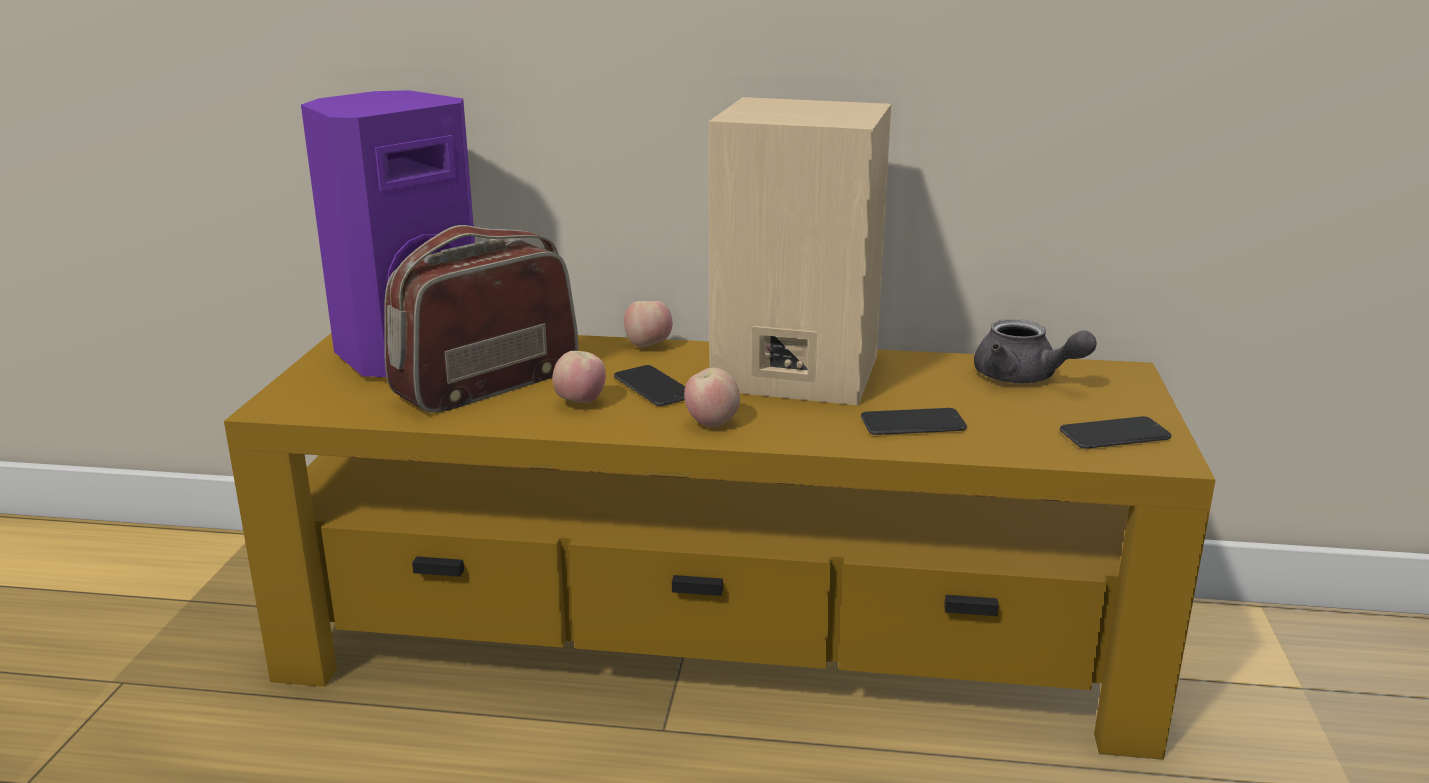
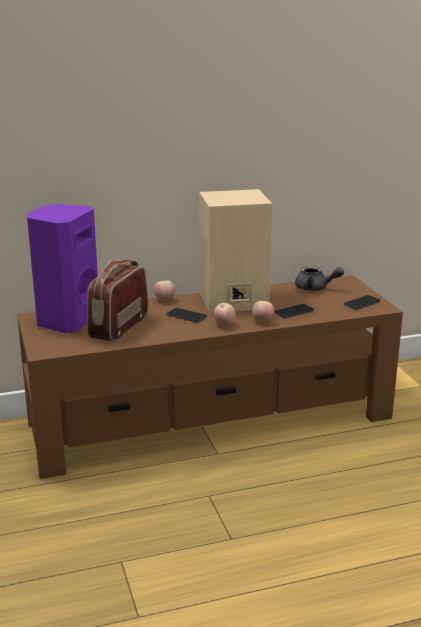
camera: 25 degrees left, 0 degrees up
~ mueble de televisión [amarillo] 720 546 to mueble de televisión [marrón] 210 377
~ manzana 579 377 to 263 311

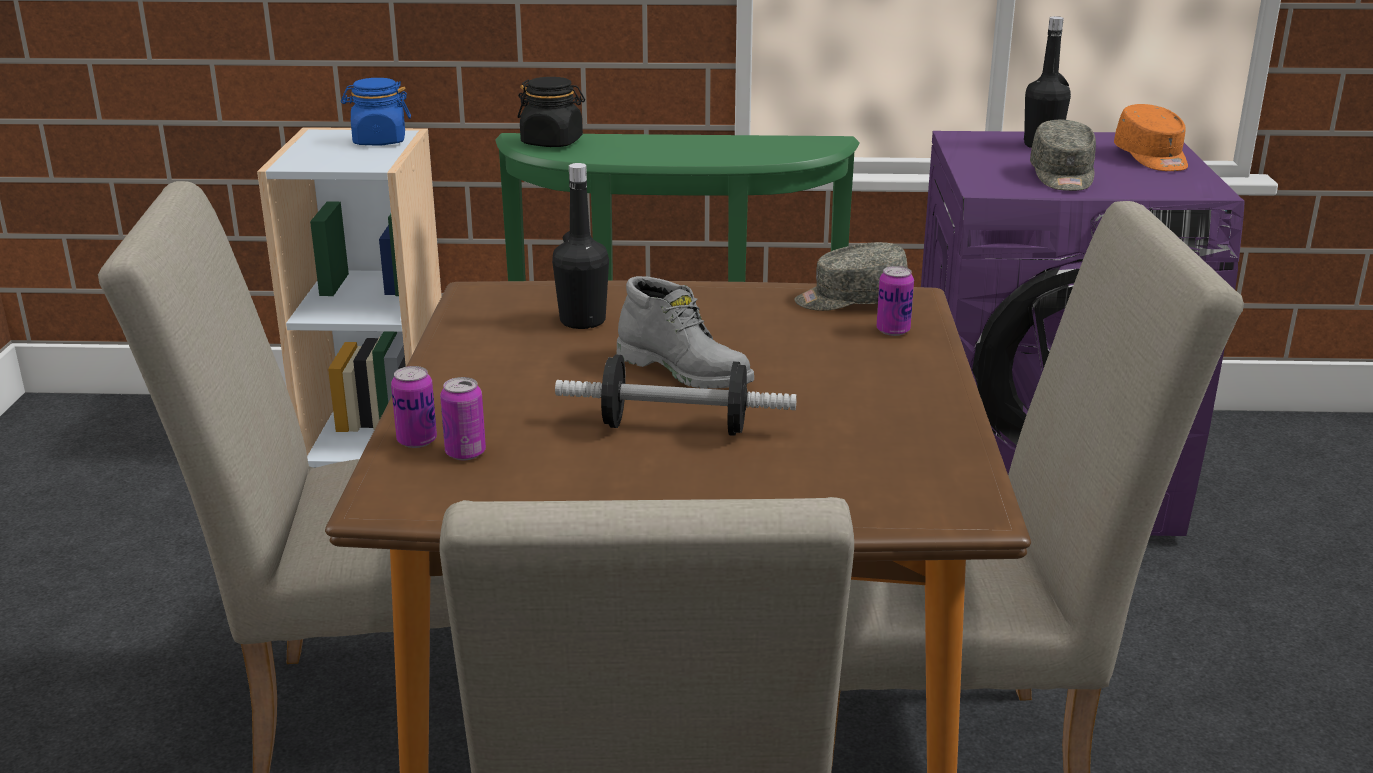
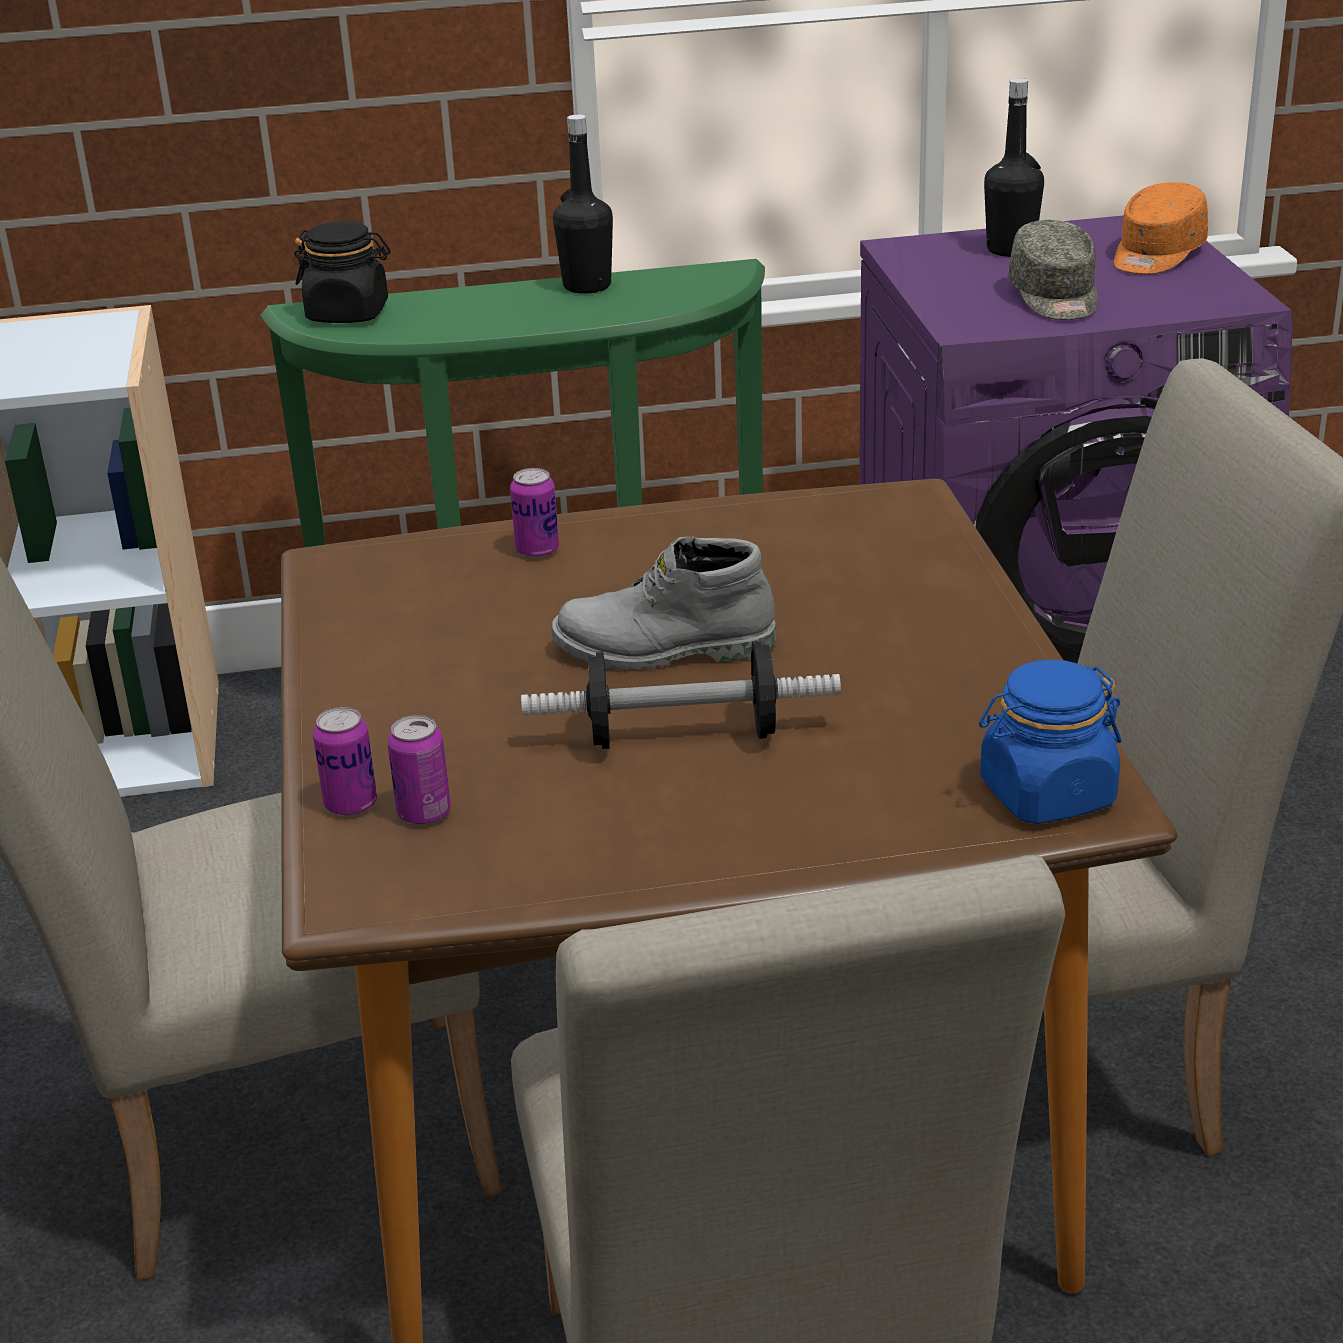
camera: 10 degrees left, 5 degrees up
~ lata 895 301 to 534 513
~ bota [gris] 685 332 = 663 603 150 degrees clockwise
~ botella [negro] 580 246 to 583 204
~ tarro [azul] 376 112 to 1050 741
~ gorra [naranja] 1151 137 = 1161 228 60 degrees clockwise
- gorra [gris] 851 276

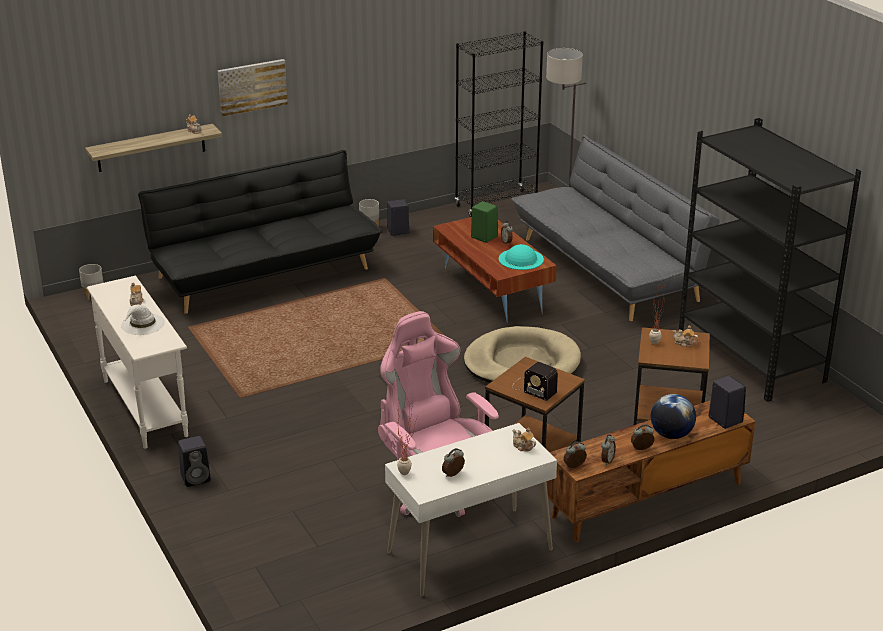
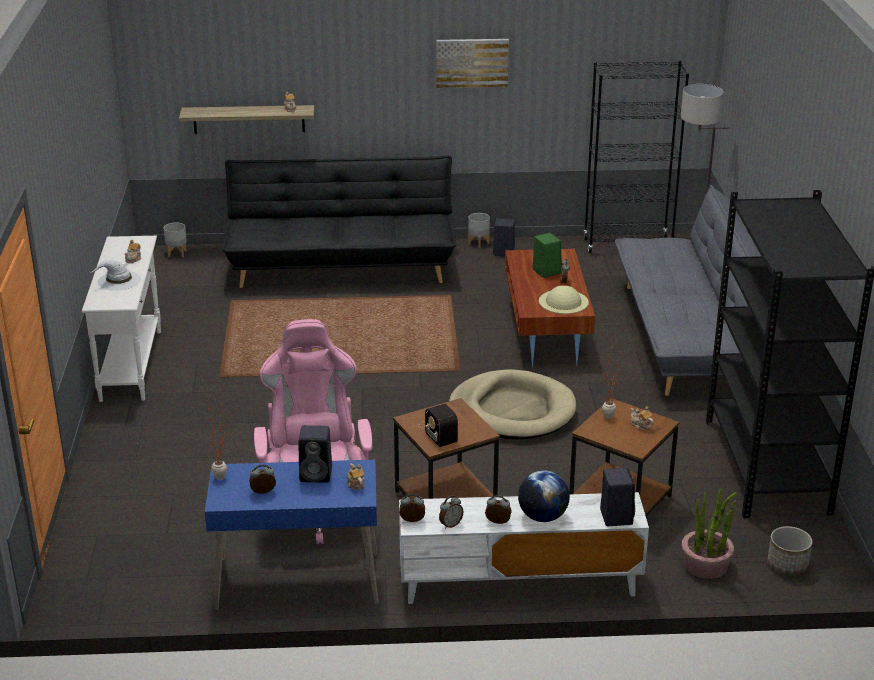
camera: 25 degrees right, 0 degrees up
~ escritorio [blanco] 471 510 to escritorio [azul] 292 535
~ altavoz [negro] 194 461 to 315 454
~ mueble de televisión [marrón] 650 471 to mueble de televisión [blanco] 524 548
~ cuadro 252 87 to 472 63
~ sombrero [turquesa] 521 257 to sombrero [beis] 564 299
+ planta en maceta 709 533
+ maceta 789 550

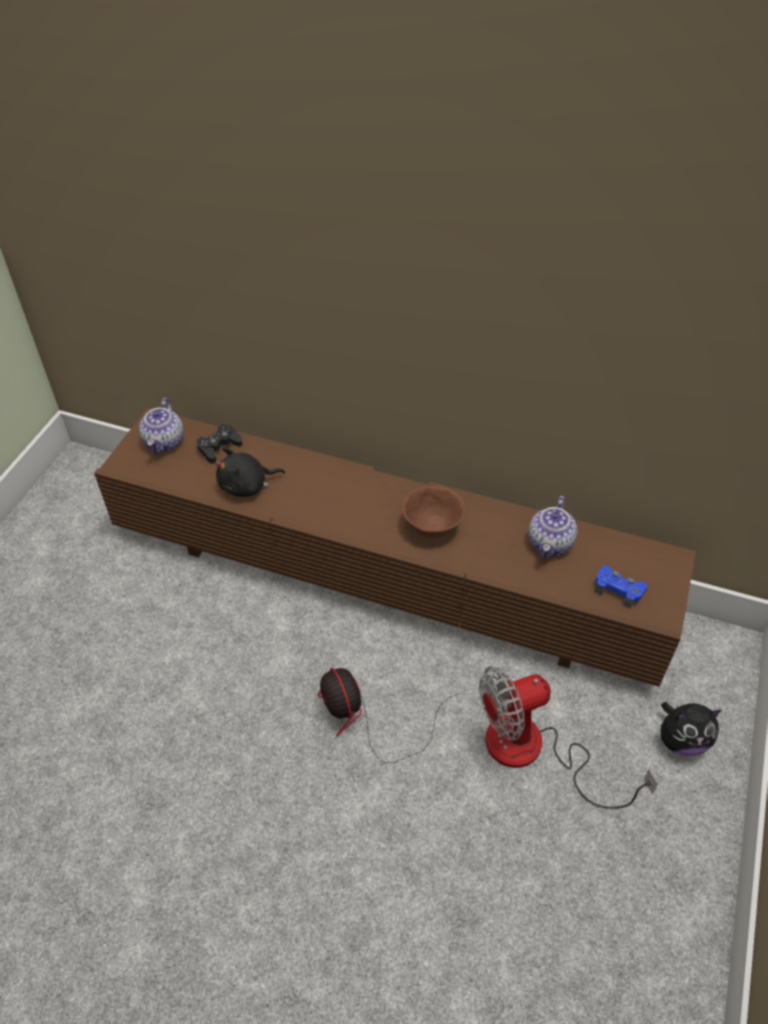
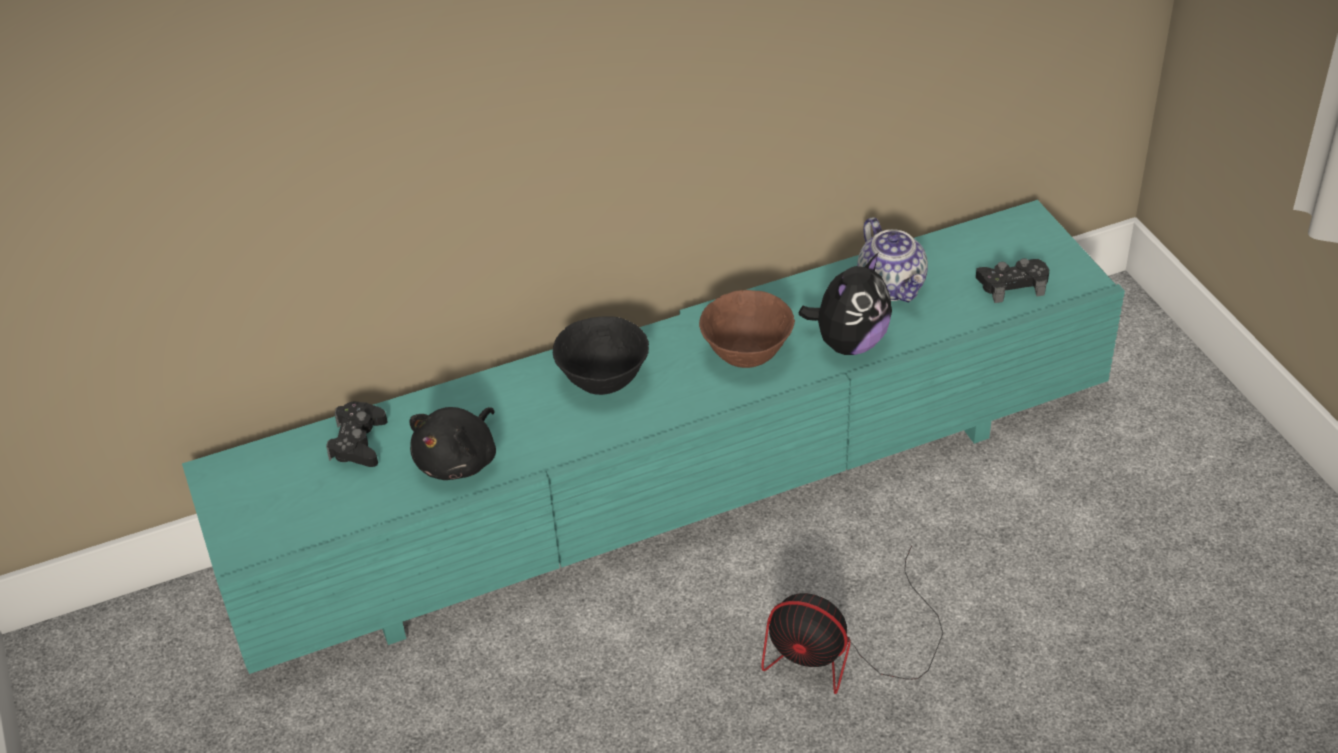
camera: 40 degrees left, 5 degrees down
~ mueble de televisión [marrón] 395 547 to mueble de televisión [turquesa] 653 437
+ cuenco [negro] 601 355
~ peluche 691 729 to 845 304
~ mando de consola [azul] 621 587 to mando de consola [negro] 1012 280
- tetera 161 426
- ventilador 568 737

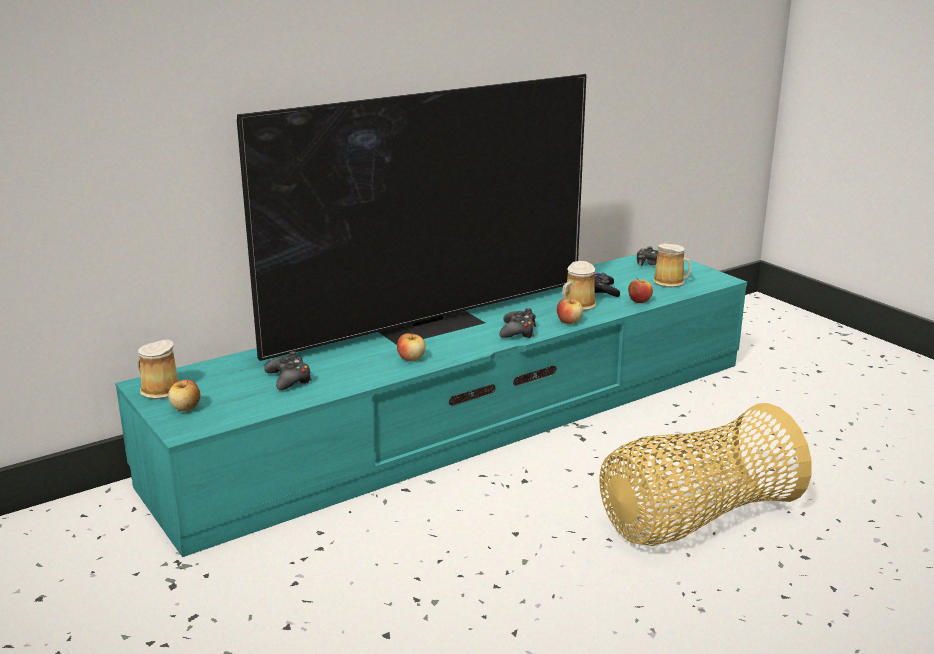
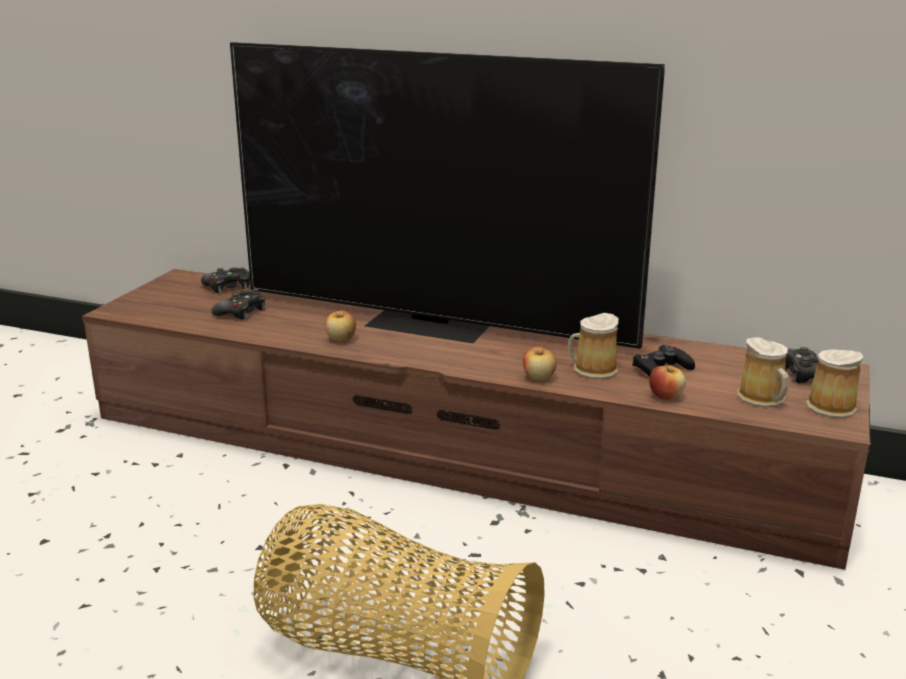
camera: 55 degrees right, 0 degrees up
~ mueble de televisión [turquesa] 431 403 to mueble de televisión [marrón] 476 419
~ mando de consola [negro] 517 323 to 225 280
~ taza grande 157 369 to 834 384
- manzana 184 395

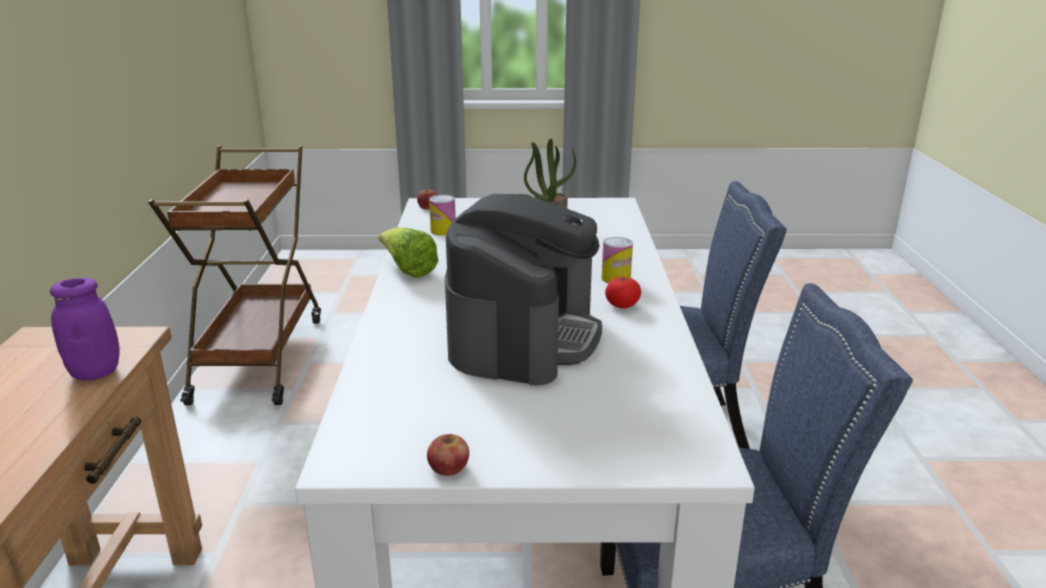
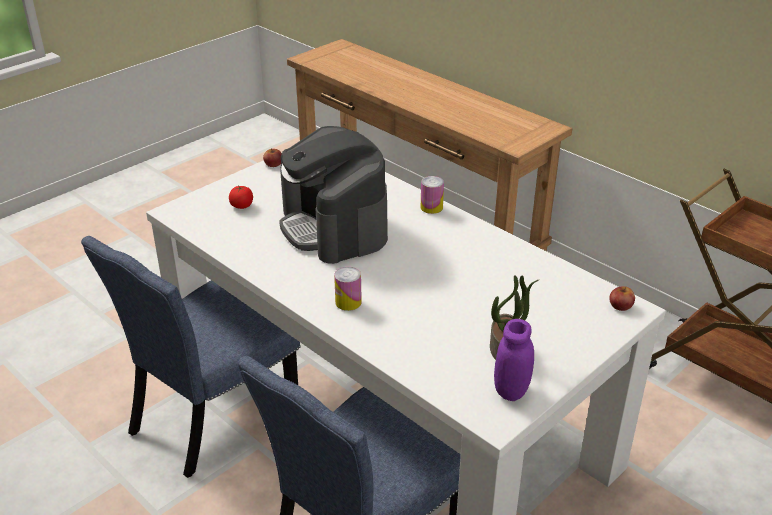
camera: 135 degrees right, 10 degrees up
~ tomate 623 292 to 241 197
~ lata 442 215 to 432 195
~ tarro [morado] 84 329 to 514 360
- lechuga 408 253

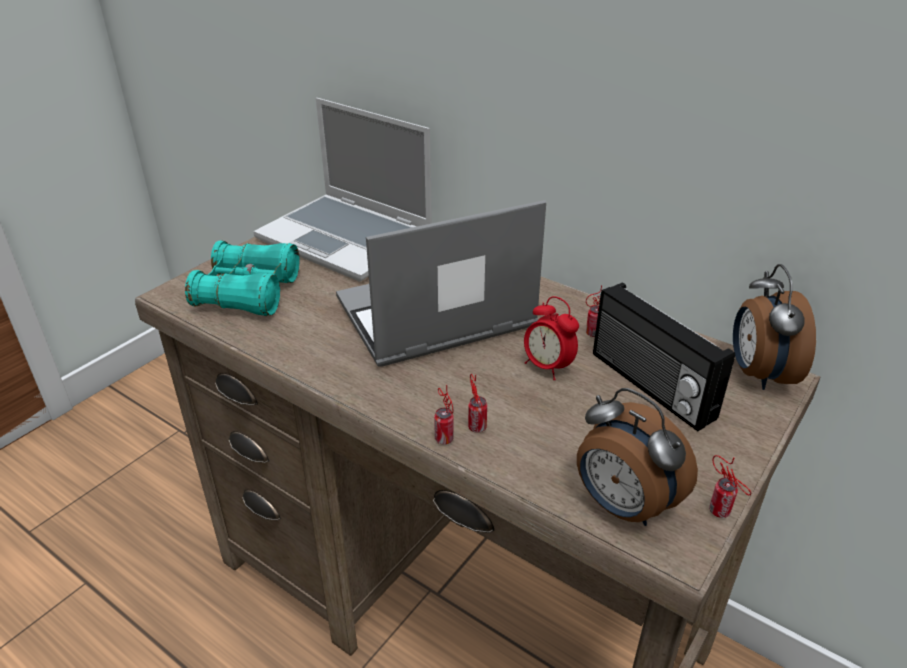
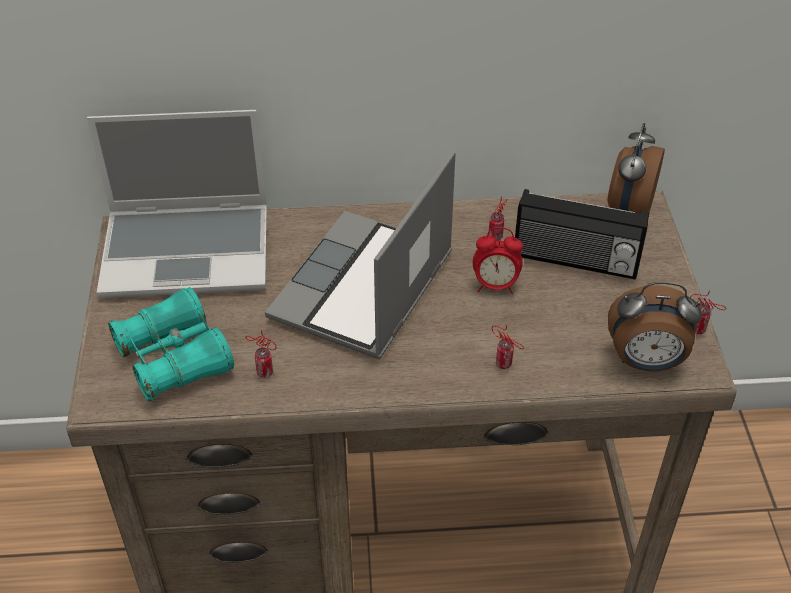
camera: 40 degrees left, 10 degrees up
~ lata 444 415 to 261 354
~ despertador 774 327 = 636 168 60 degrees clockwise

